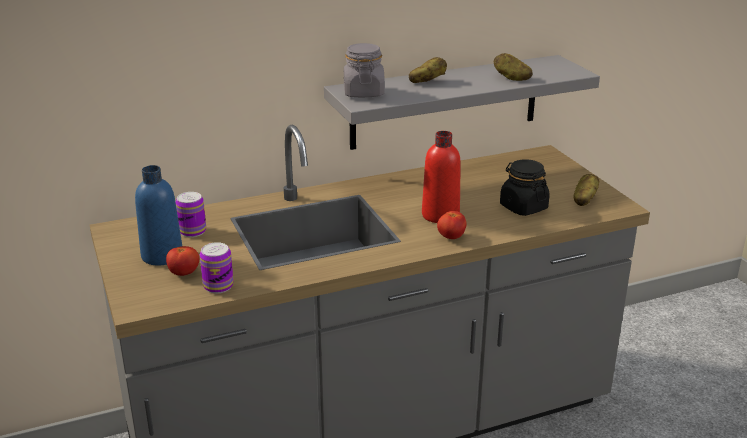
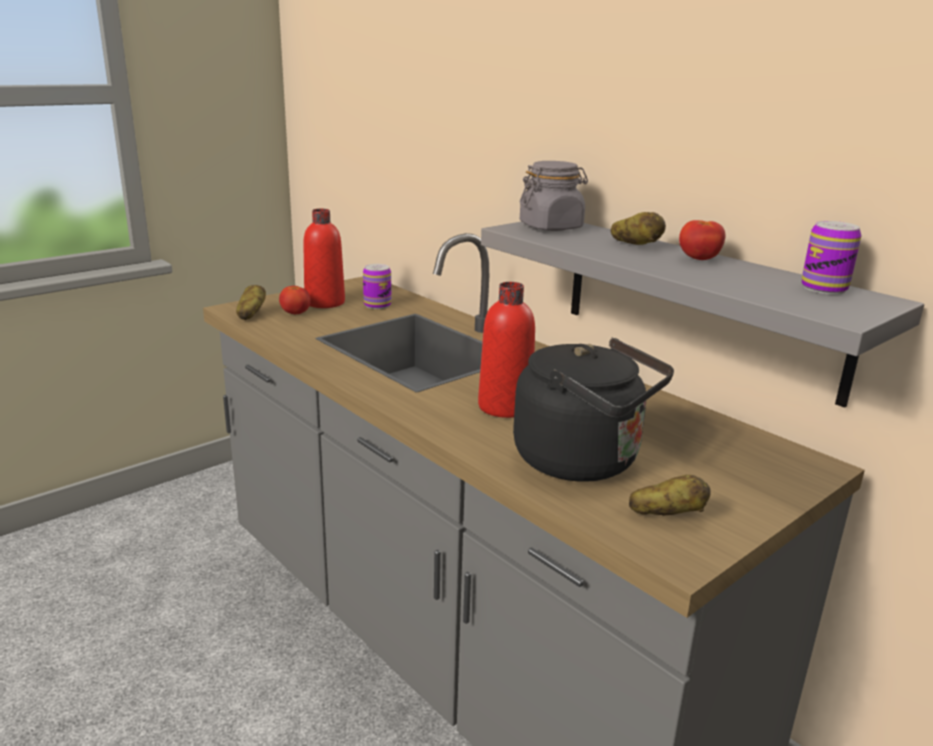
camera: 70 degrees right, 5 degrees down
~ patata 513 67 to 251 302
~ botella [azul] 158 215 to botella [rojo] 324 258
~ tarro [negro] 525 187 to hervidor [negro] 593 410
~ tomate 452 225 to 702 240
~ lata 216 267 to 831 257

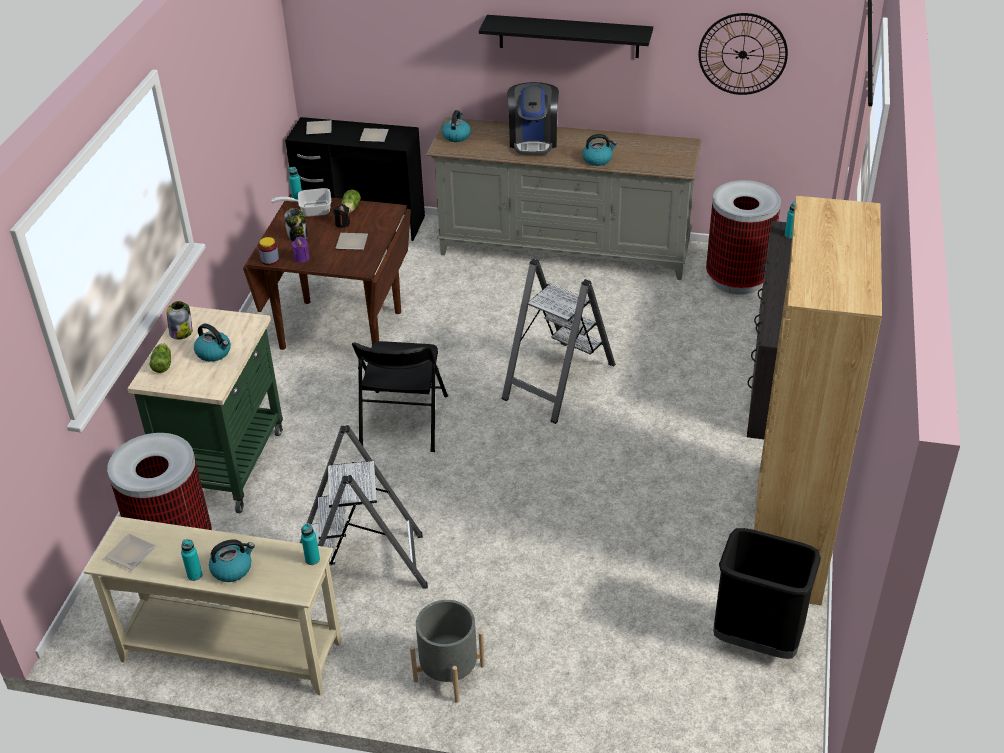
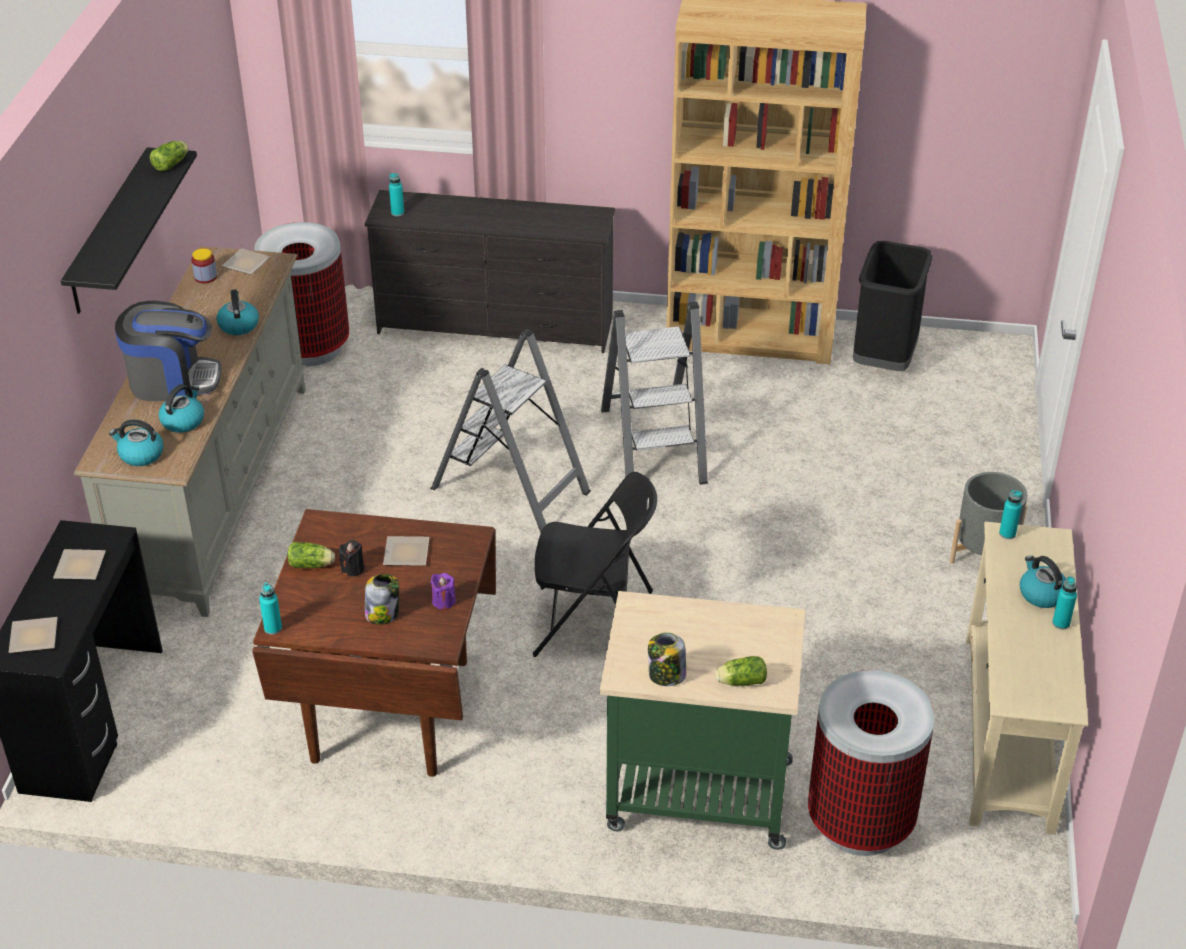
camera: 95 degrees left, 0 degrees up
+ lechuga 169 156
~ hervidor 212 343 to 181 408
~ tarro 269 251 to 204 265
~ plato 130 552 to 246 261
~ escalera de tijera [gris] 364 507 to 654 393
- sartén 301 202
- reloj de pared 743 54

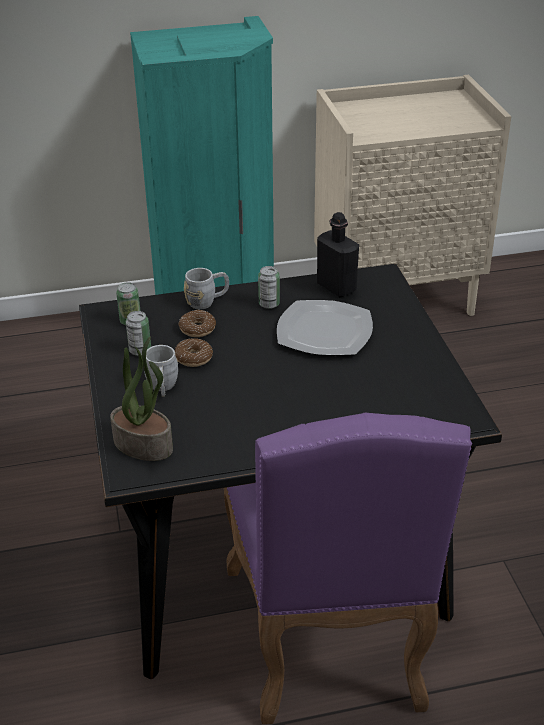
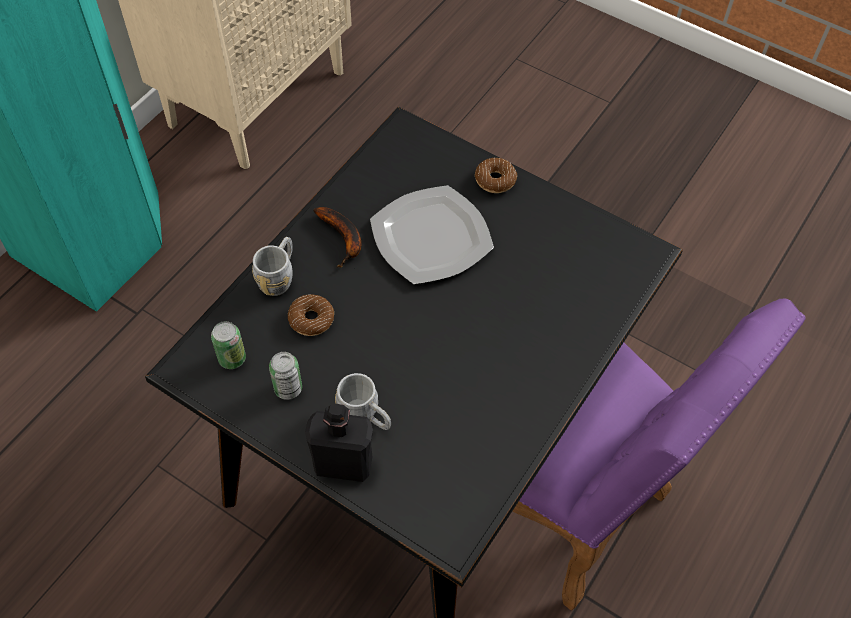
camera: 45 degrees left, 20 degrees up
~ botella [negro] 338 254 to 339 443
~ lata 269 287 to plátano 337 237
~ rosquilla 194 352 to 496 175
- planta en maceta 141 399

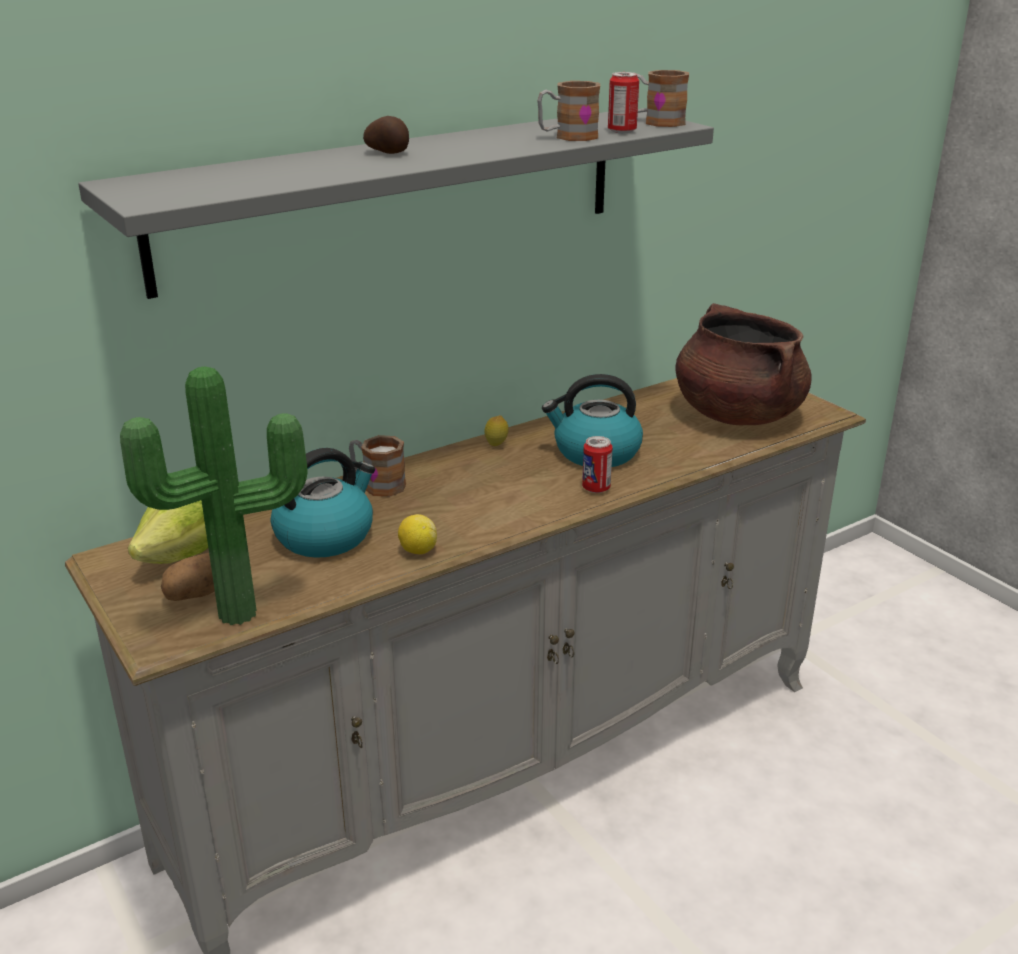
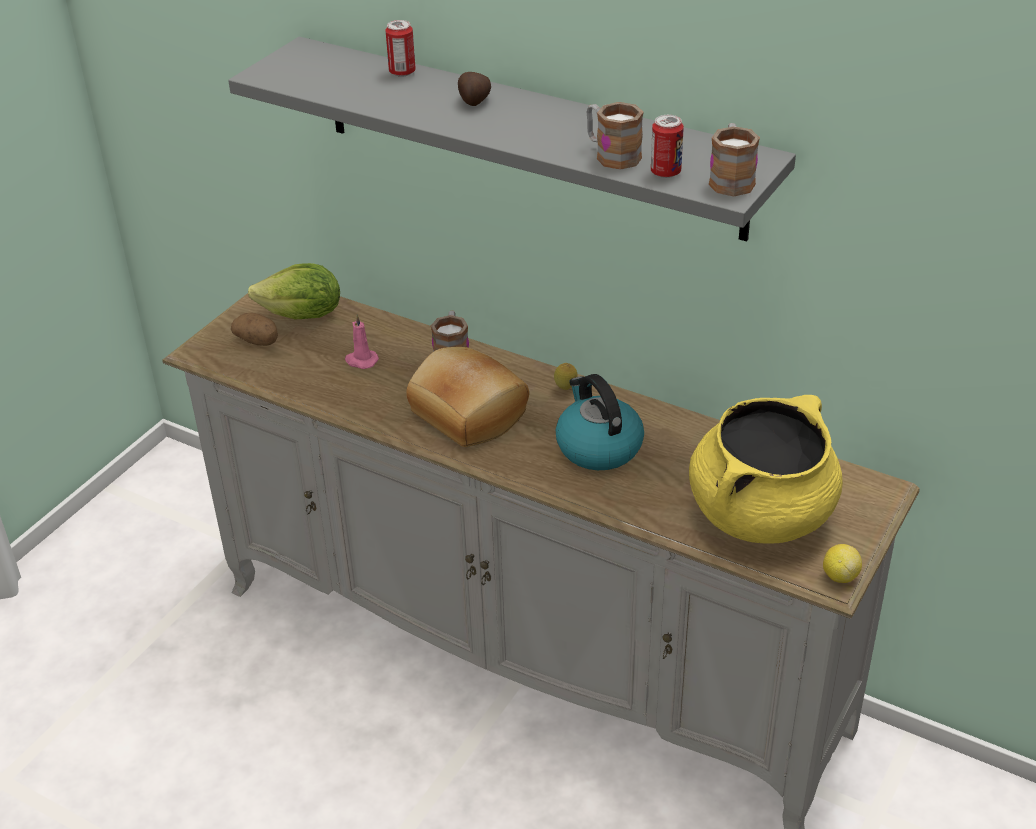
camera: 65 degrees right, 10 degrees up
~ hervidor 323 503 to vela [rosa] 362 341
~ lata 597 464 to 400 48
+ pan 467 397
~ olla [marrón] 743 364 to olla [amarillo] 766 469
~ limón 417 534 to 842 563
- planta en maceta 214 495

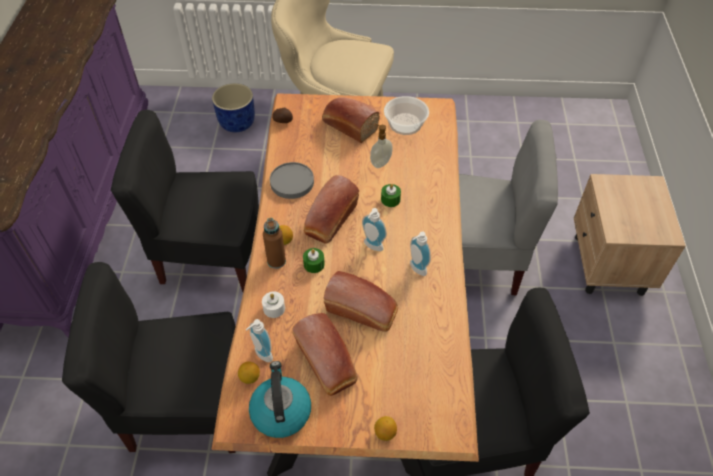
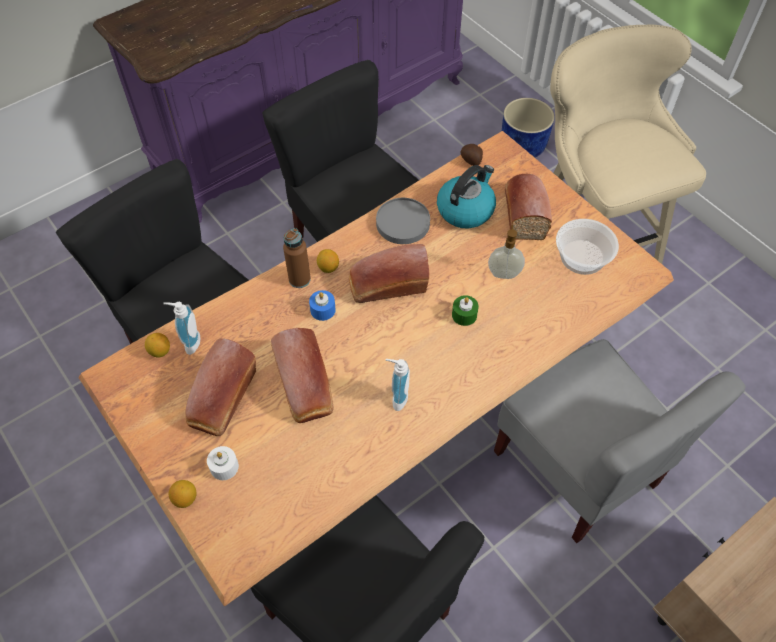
camera: 50 degrees right, 5 degrees up
~ vela [blanco] 273 305 to 223 463
~ vela [verde] 314 260 to vela [azul] 322 305
~ hervidor 280 399 to 466 196
- dispensador de jabón 374 229

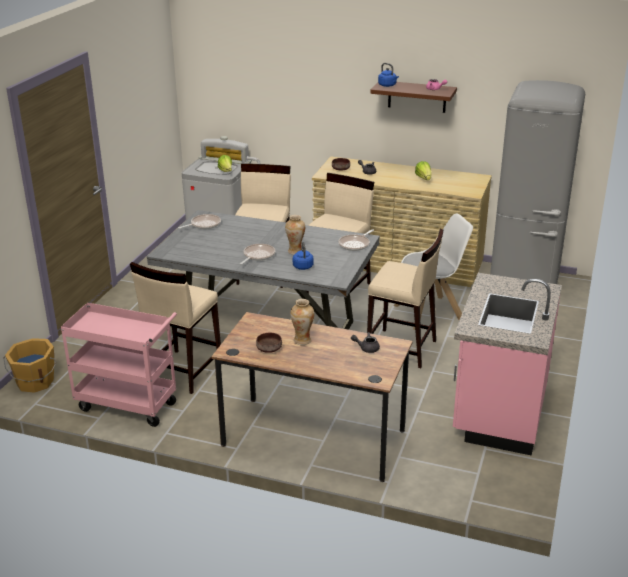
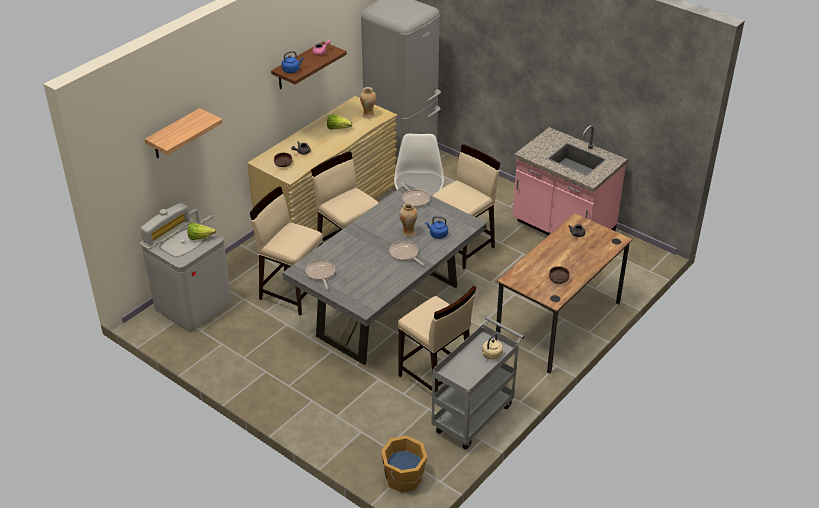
camera: 70 degrees left, 10 degrees up
+ estante 184 133
~ florero 302 322 to 368 103
~ carrito [rosa] 119 365 to carrito [gris] 477 383
+ hervidor [beis] 492 346

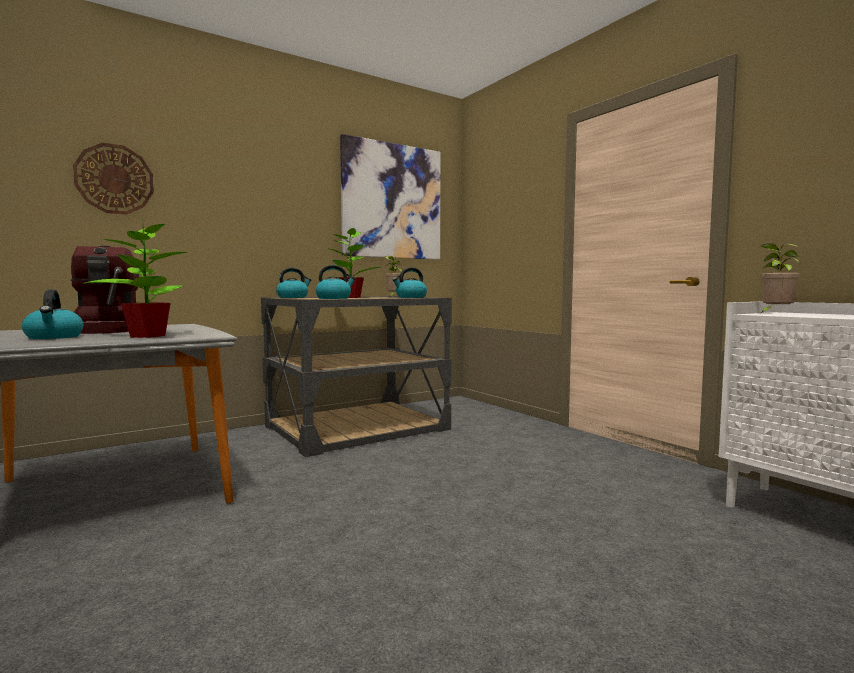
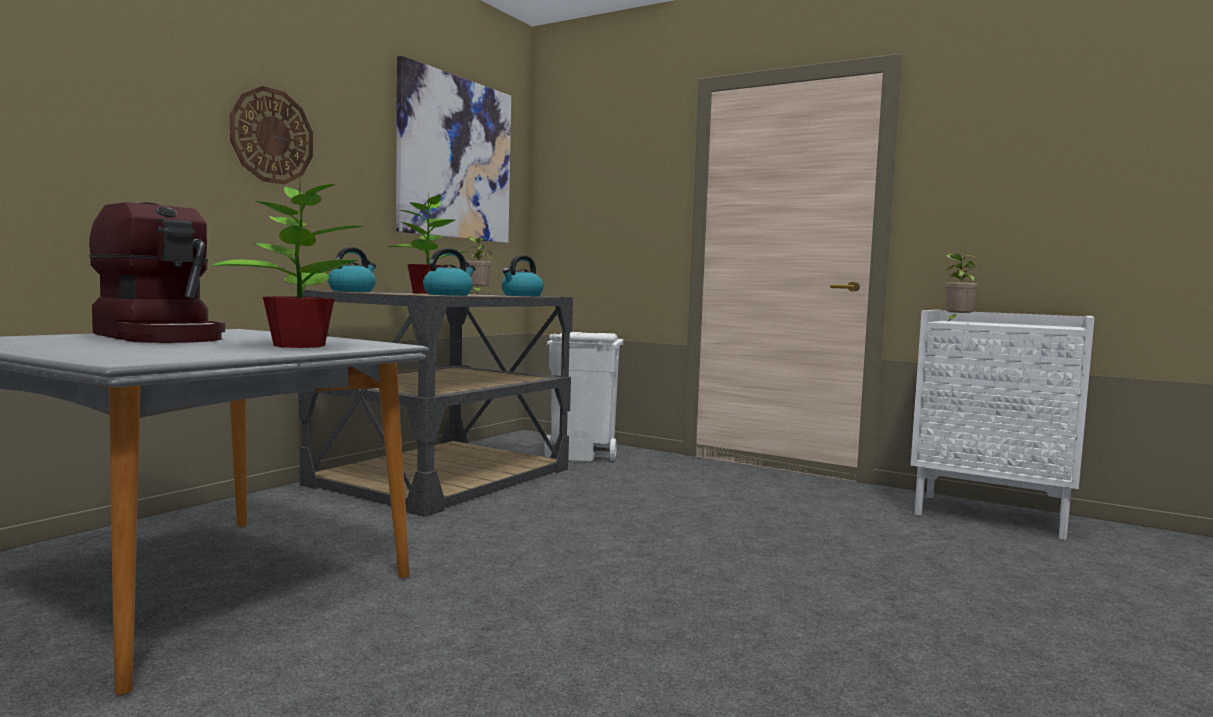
camera: 25 degrees left, 0 degrees up
~ reloj de pared 113 179 to 271 135
+ papelera [blanco] 583 396
- hervidor 53 314

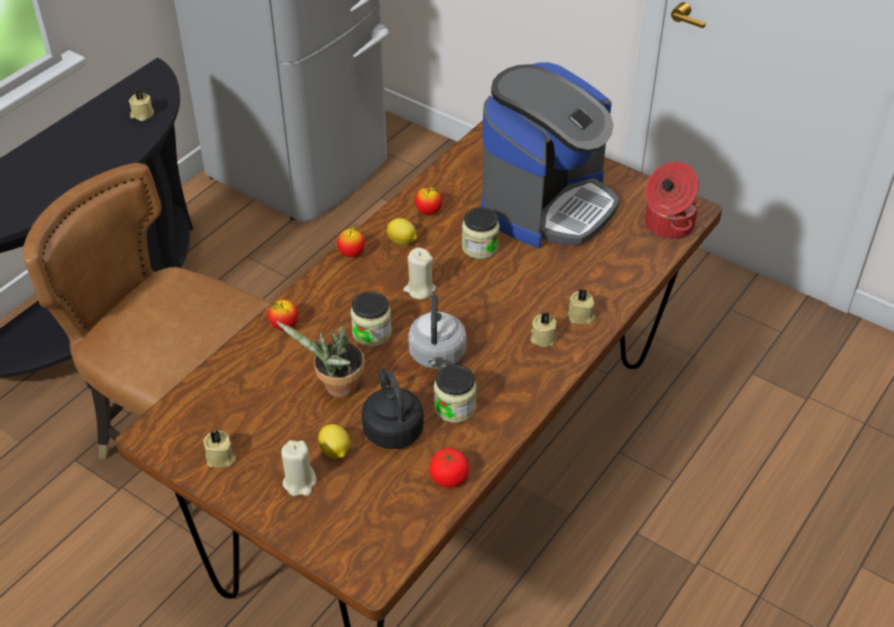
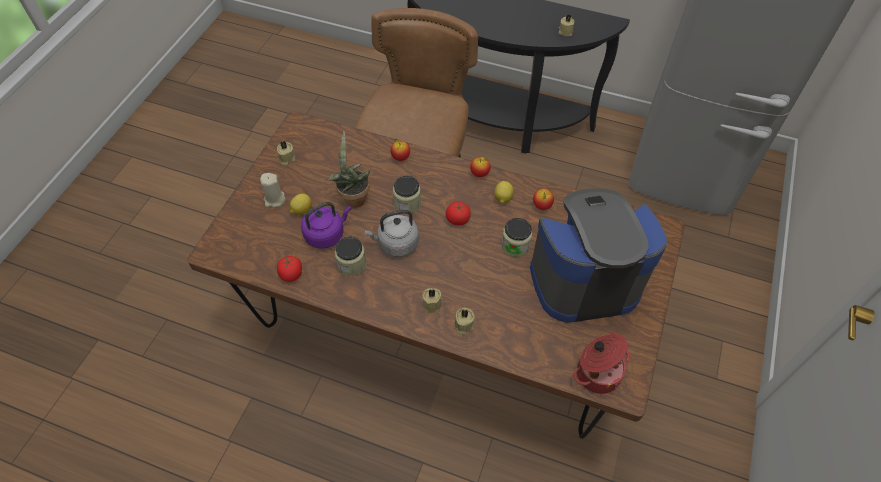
camera: 75 degrees right, 10 degrees up
~ hervidor [negro] 392 408 to hervidor [morado] 326 225
~ vela [beis] 419 273 to tomate 458 214
~ cafetera 550 155 = 599 255 150 degrees clockwise

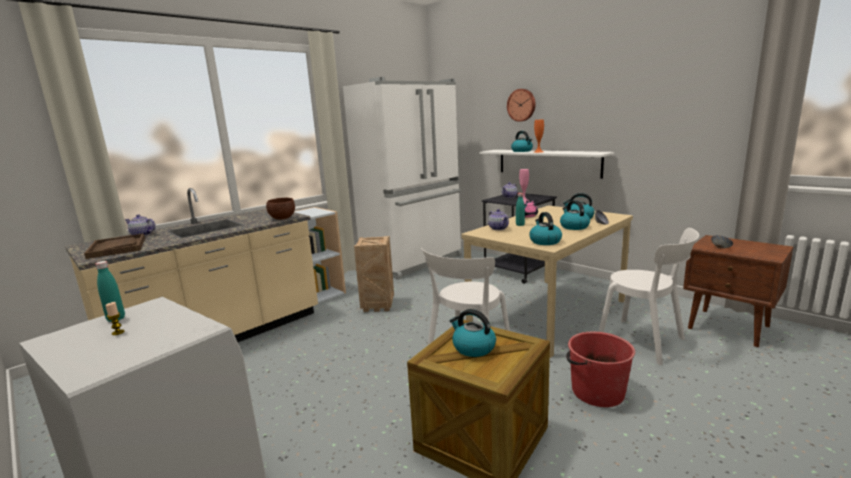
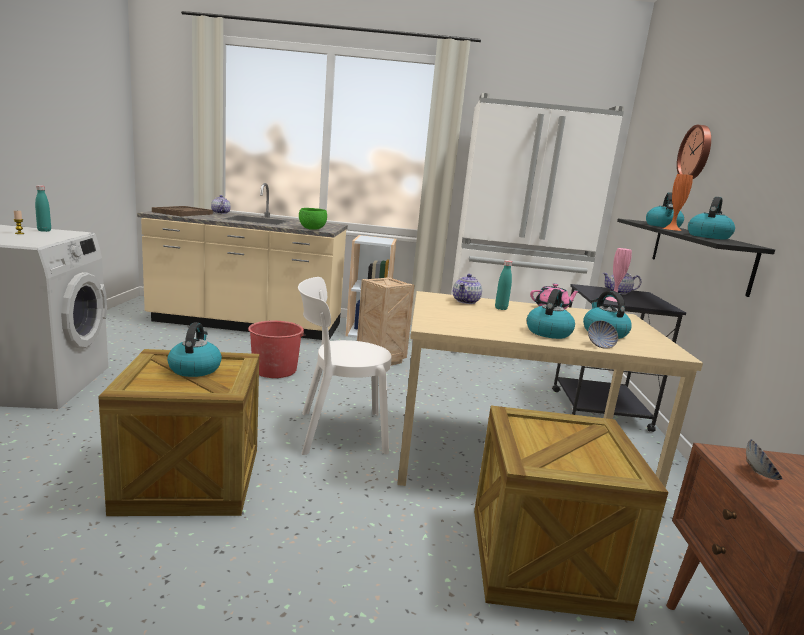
camera: 45 degrees right, 0 degrees up
~ cubo [rojo] 600 369 to 277 349
~ cuenco [marrón] 280 209 to cuenco [verde] 313 219
~ silla [blanco] 648 296 to caja de embalaje 571 513
~ estante [blanco] 547 164 to estante [negro] 696 258
~ hervidor 545 228 to 711 218

